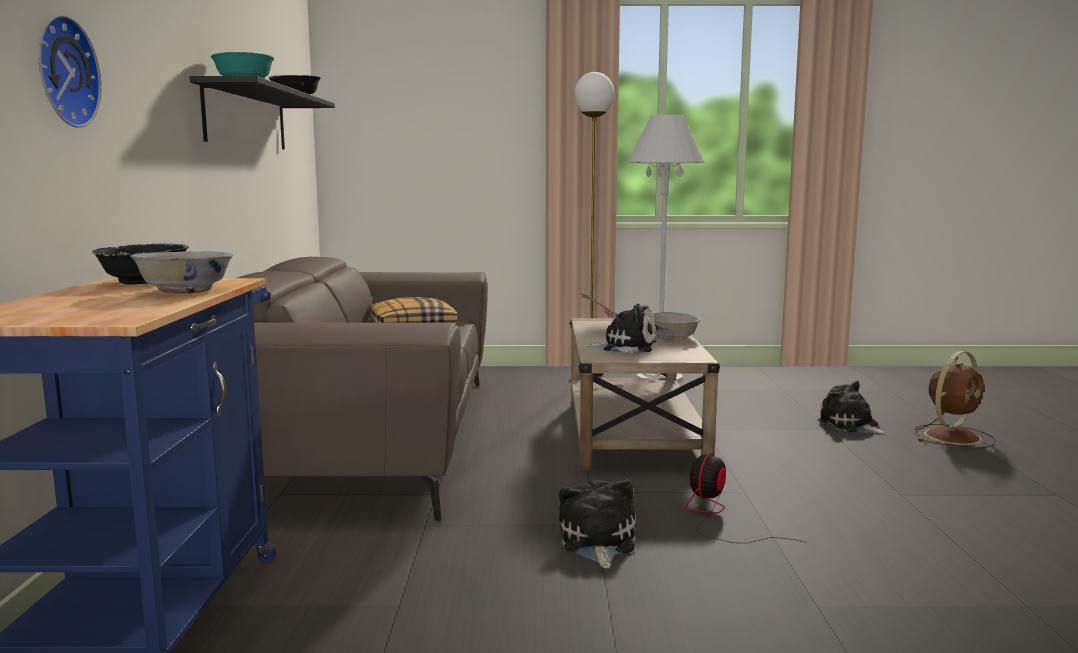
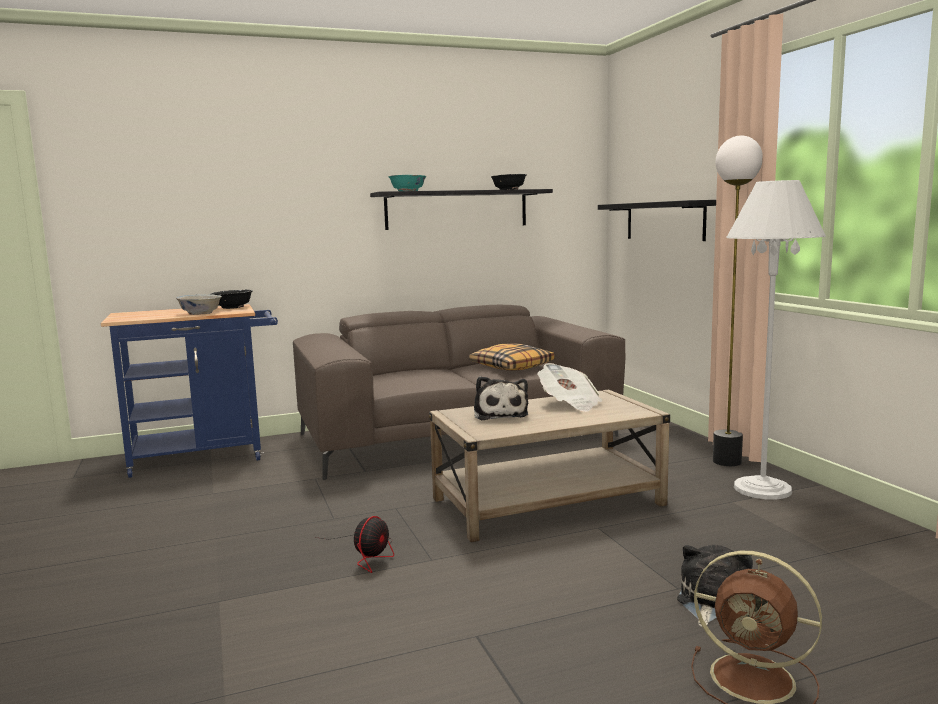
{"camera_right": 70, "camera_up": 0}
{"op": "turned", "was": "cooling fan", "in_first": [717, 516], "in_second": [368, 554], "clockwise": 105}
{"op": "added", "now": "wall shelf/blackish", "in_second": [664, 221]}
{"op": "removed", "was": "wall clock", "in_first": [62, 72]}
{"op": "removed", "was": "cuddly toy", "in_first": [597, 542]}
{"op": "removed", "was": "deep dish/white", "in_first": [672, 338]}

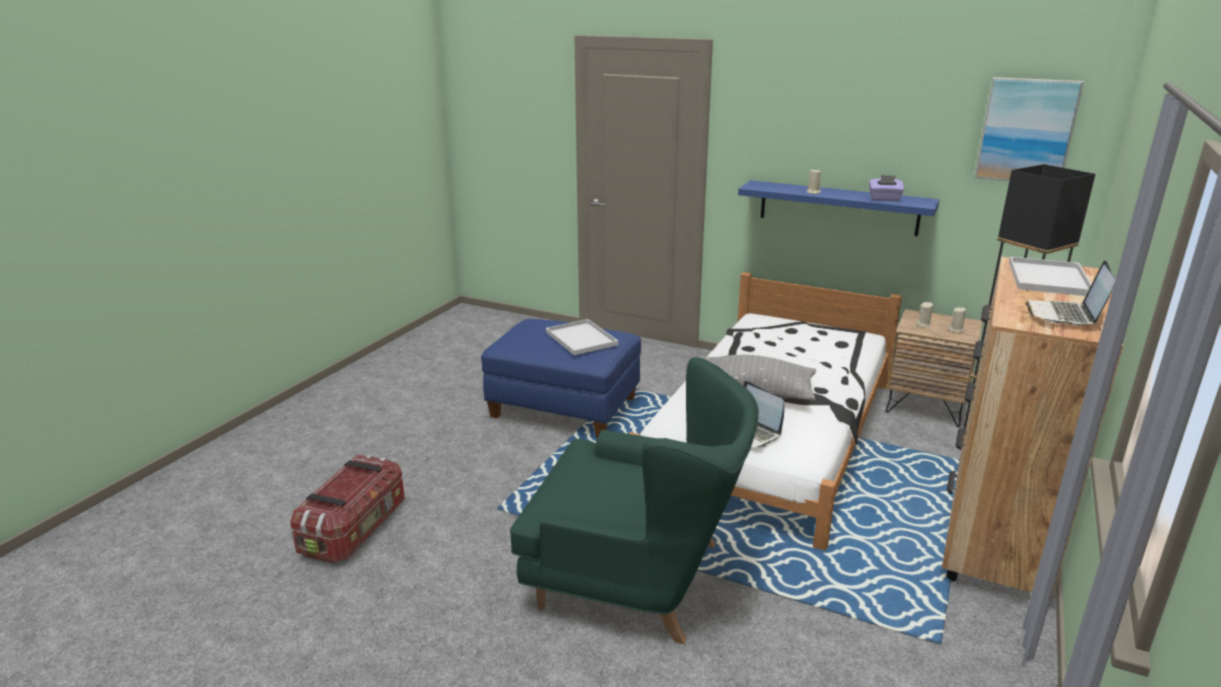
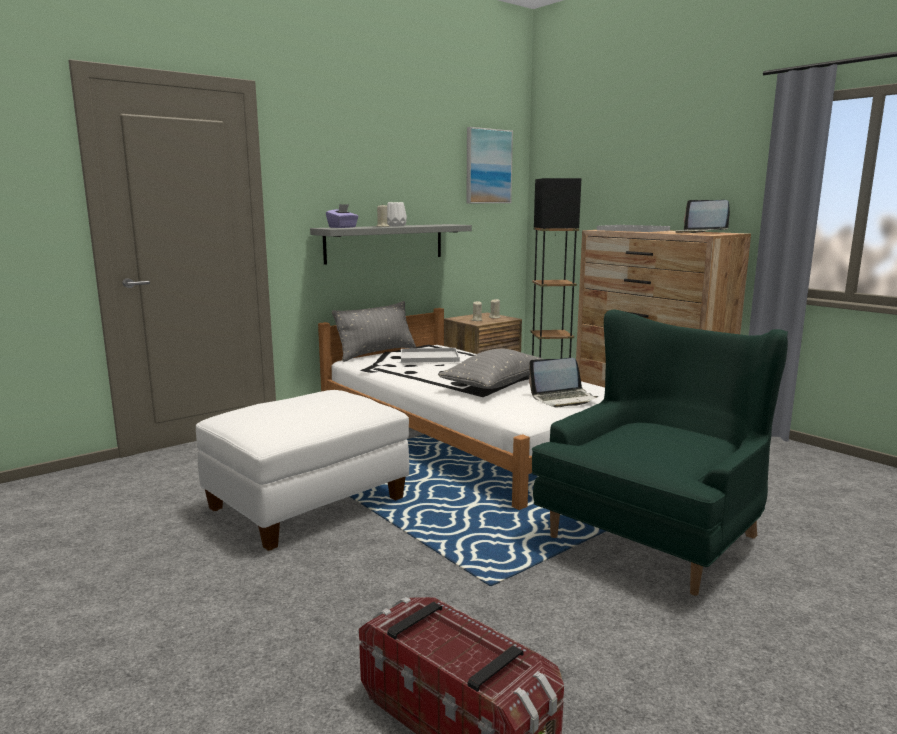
{"camera_right": -65, "camera_up": -10}
{"op": "recoloured", "was": "ottoman/blue", "now": "ottoman/white", "in_first": [564, 408], "in_second": [307, 504]}
{"op": "recoloured", "was": "wall shelf/blue", "now": "wall shelf/grey", "in_first": [838, 207], "in_second": [385, 243]}
{"op": "moved", "was": "tissue box/purple", "in_first": [884, 199], "in_second": [343, 227]}
{"op": "added", "now": "cushion/grey", "in_second": [376, 353]}
{"op": "added", "now": "flower vase/white", "in_second": [396, 226]}
{"op": "moved", "was": "carrying tray/white", "in_first": [582, 339], "in_second": [430, 357]}

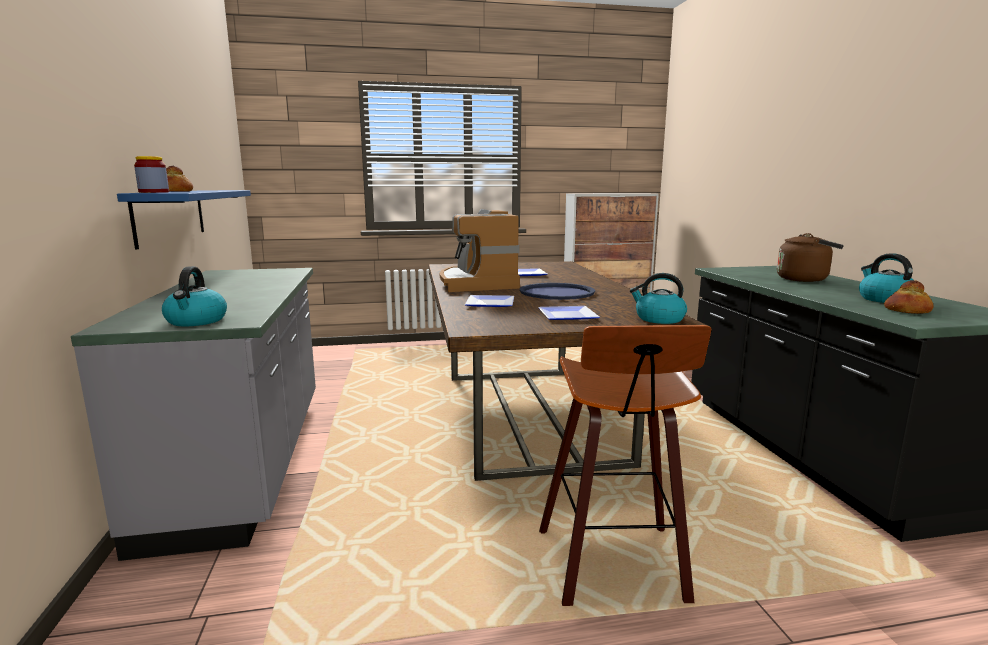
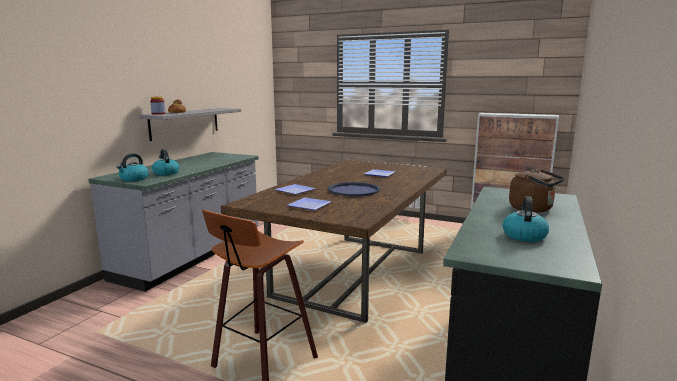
{"camera_right": 35, "camera_up": 0}
{"op": "recoloured", "was": "wall shelf/blue", "now": "wall shelf/grey", "in_first": [170, 215], "in_second": [185, 123]}
{"op": "moved", "was": "water kettle", "in_first": [659, 319], "in_second": [165, 173]}
{"op": "removed", "was": "coffee maker", "in_first": [476, 283]}
{"op": "removed", "was": "bakery bread", "in_first": [908, 311]}

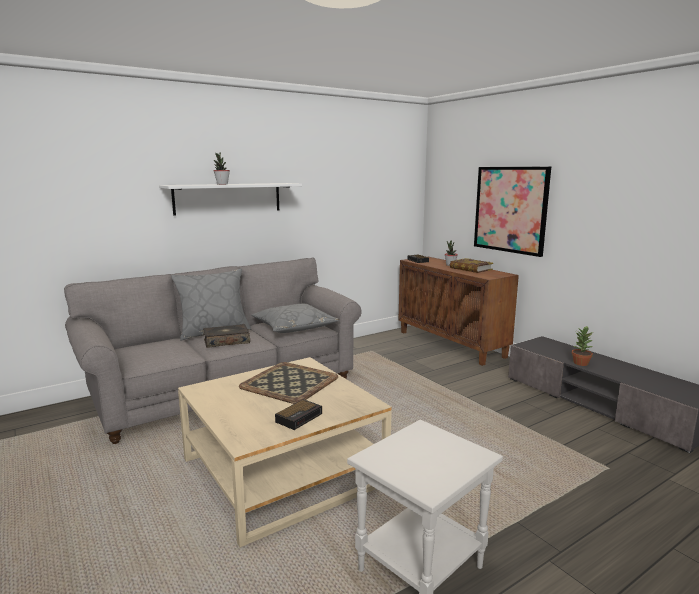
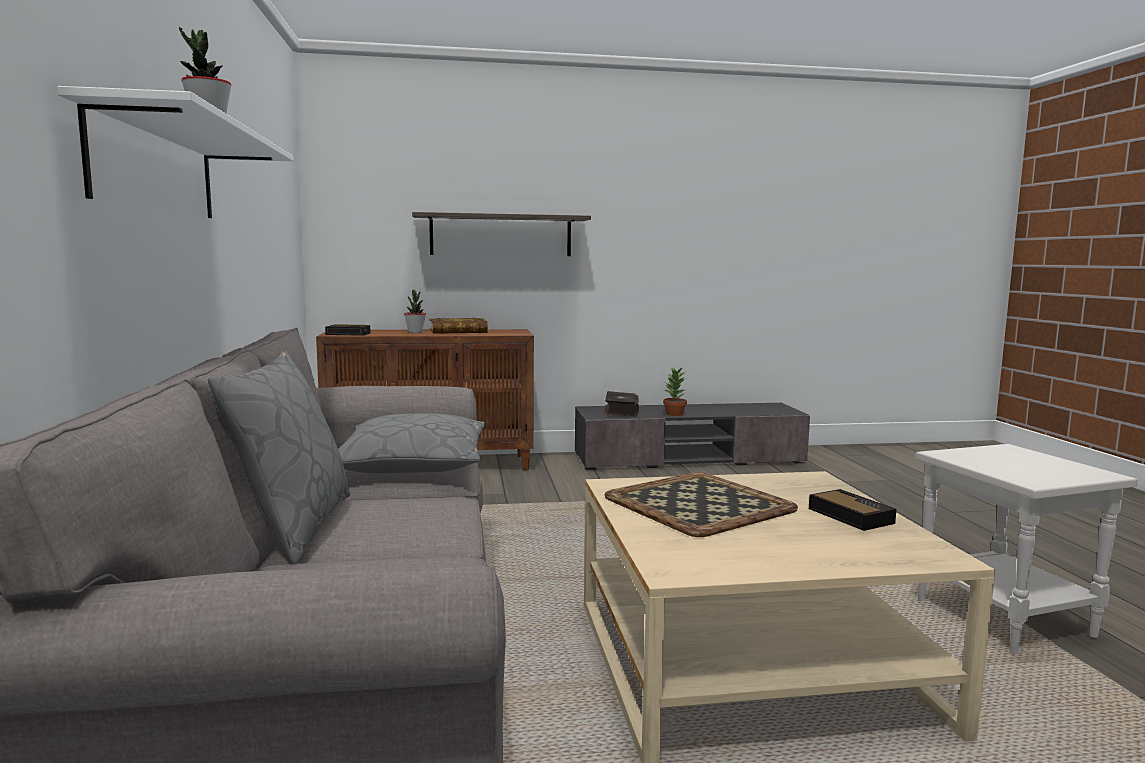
{"camera_right": -65, "camera_up": -5}
{"op": "replaced", "was": "wall art", "now": "wall shelf", "in_first": [510, 209], "in_second": [501, 235]}
{"op": "moved", "was": "book", "in_first": [226, 341], "in_second": [620, 411]}

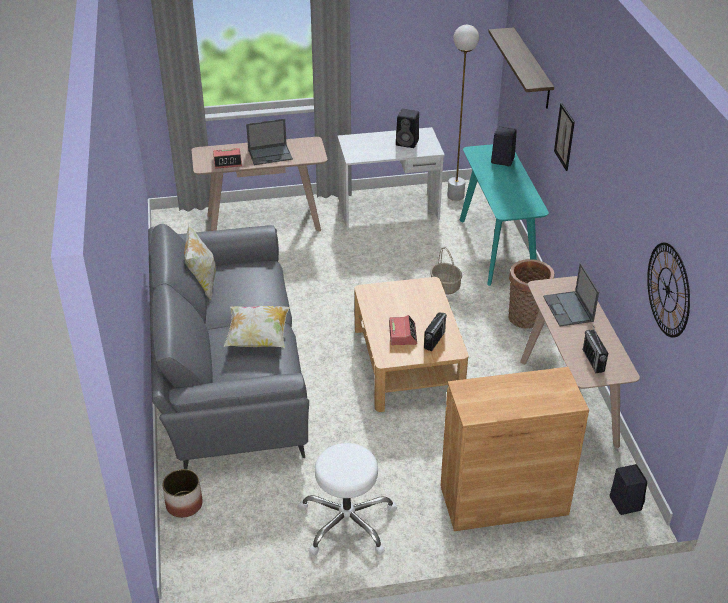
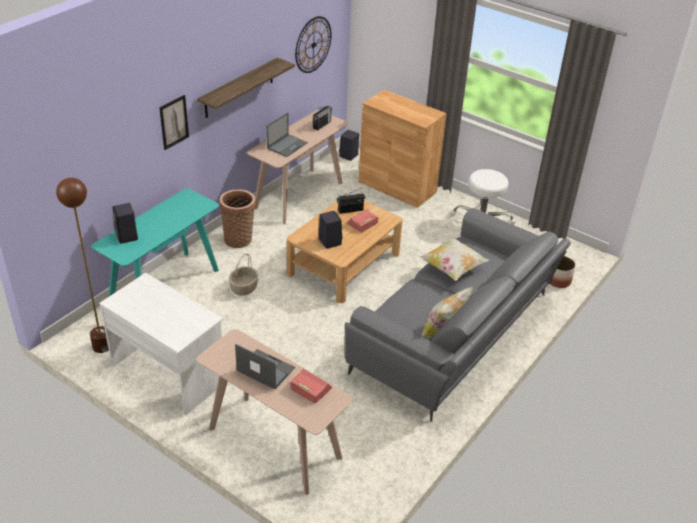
{"camera_right": -135, "camera_up": 0}
{"op": "recoloured", "was": "floor lamp/white", "now": "floor lamp/brownish", "in_first": [455, 196], "in_second": [102, 346]}
{"op": "moved", "was": "wall shelf", "in_first": [531, 68], "in_second": [239, 88]}
{"op": "moved", "was": "loudspeaker/blackish", "in_first": [408, 142], "in_second": [329, 241]}

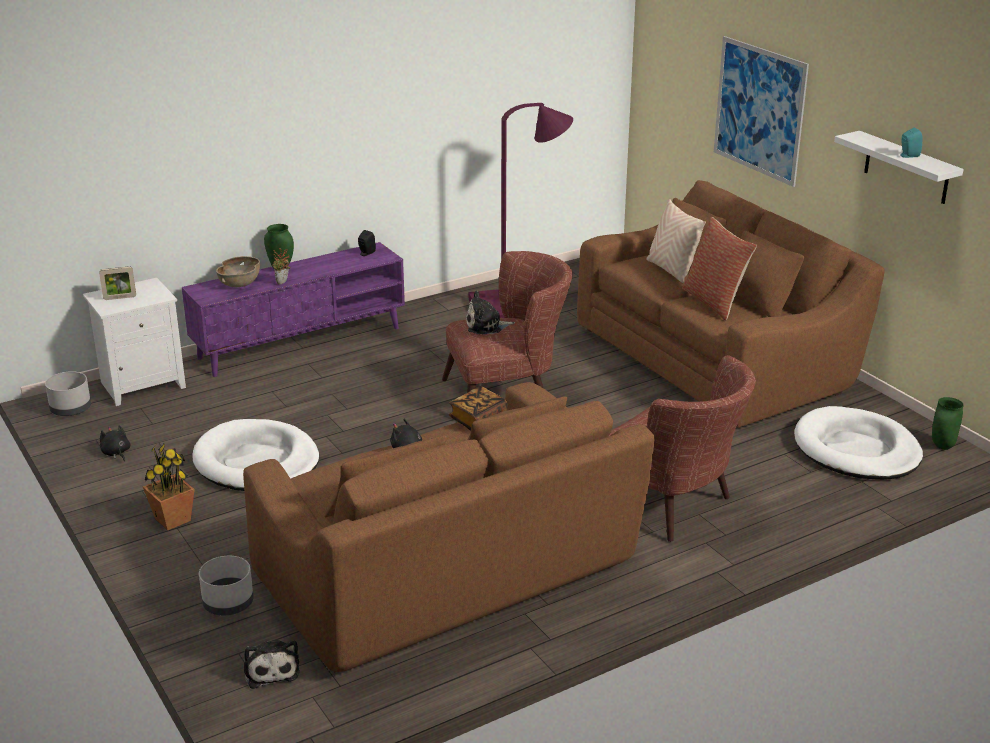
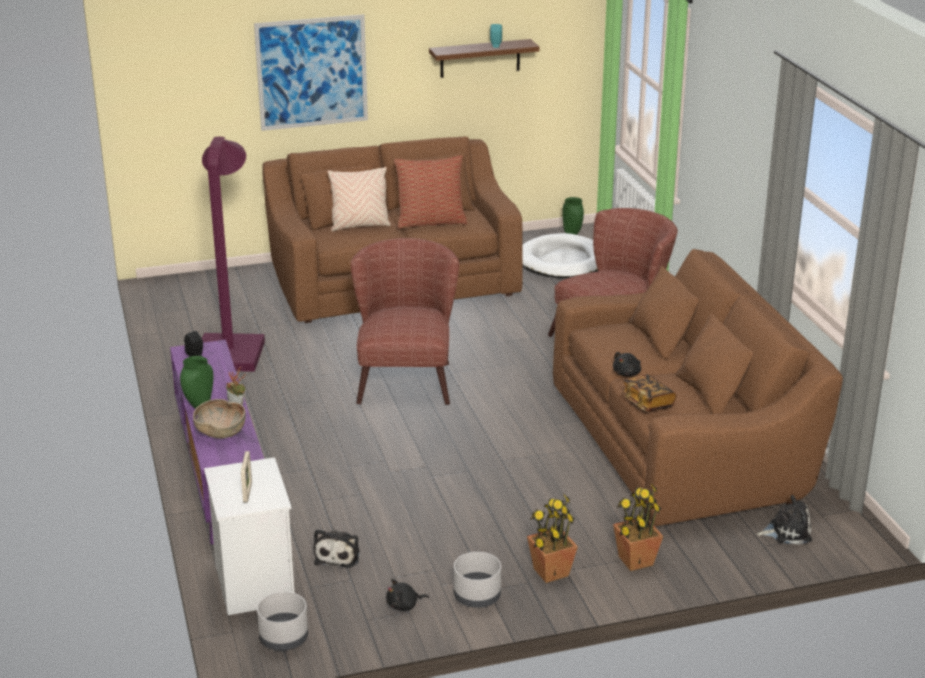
{"camera_right": -75, "camera_up": 0}
{"op": "moved", "was": "cuddly toy", "in_first": [486, 326], "in_second": [338, 555]}
{"op": "recoloured", "was": "wall shelf/white", "now": "wall shelf/brownish", "in_first": [906, 168], "in_second": [480, 58]}
{"op": "moved", "was": "plant pot/grey", "in_first": [228, 603], "in_second": [476, 596]}
{"op": "added", "now": "potted plant", "in_second": [635, 561]}
{"op": "moved", "was": "book", "in_first": [478, 420], "in_second": [647, 403]}
{"op": "removed", "was": "dog bed/white", "in_first": [256, 462]}

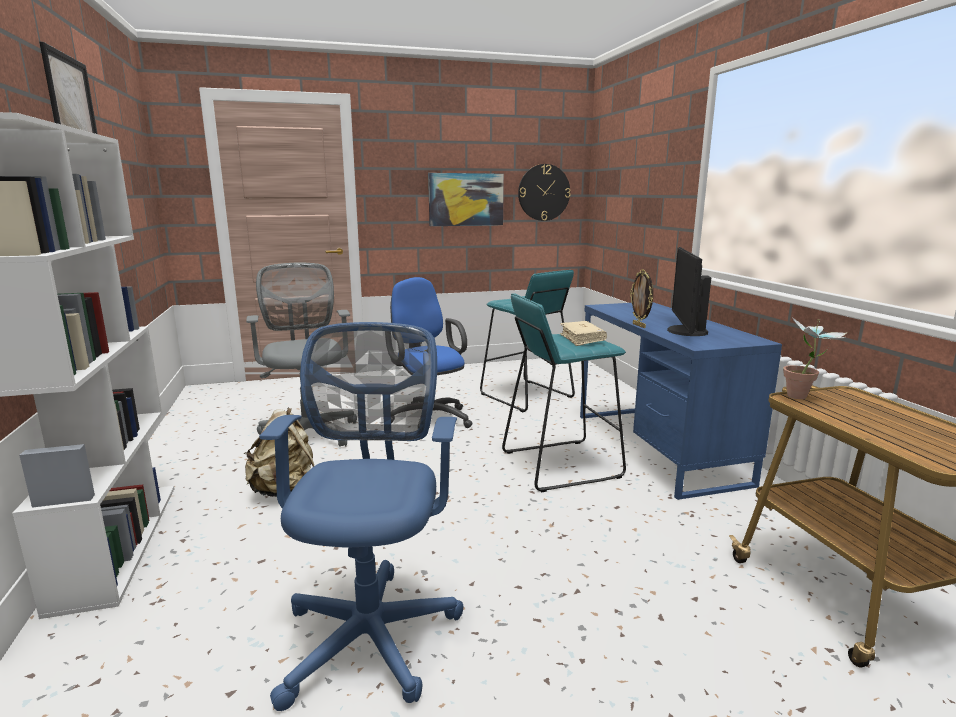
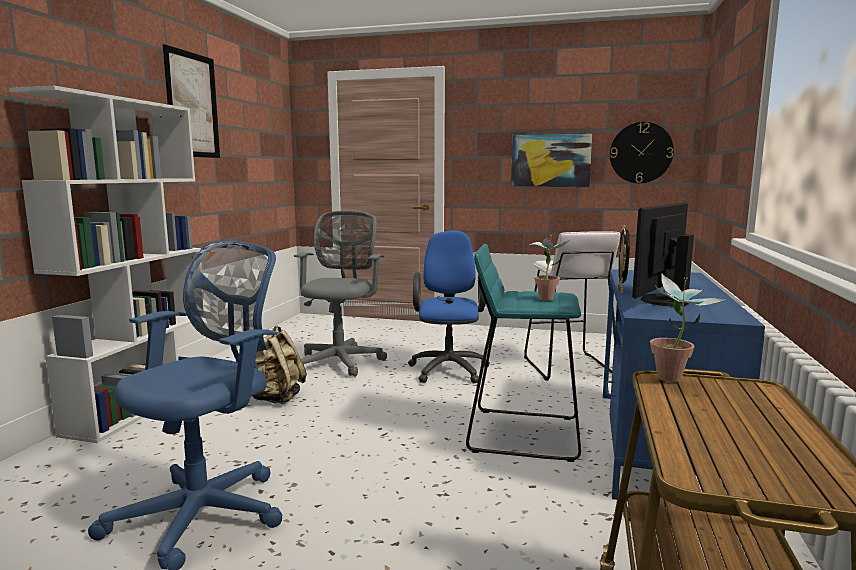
{"camera_right": 30, "camera_up": -5}
{"op": "recoloured", "was": "stool seat/turquoise-coloured", "now": "stool seat/white", "in_first": [526, 396], "in_second": [567, 367]}
{"op": "replaced", "was": "book/beige", "now": "potted plant", "in_first": [582, 339], "in_second": [547, 298]}

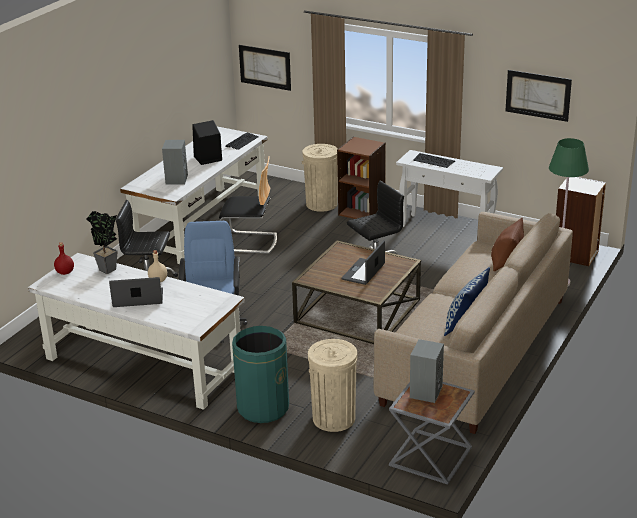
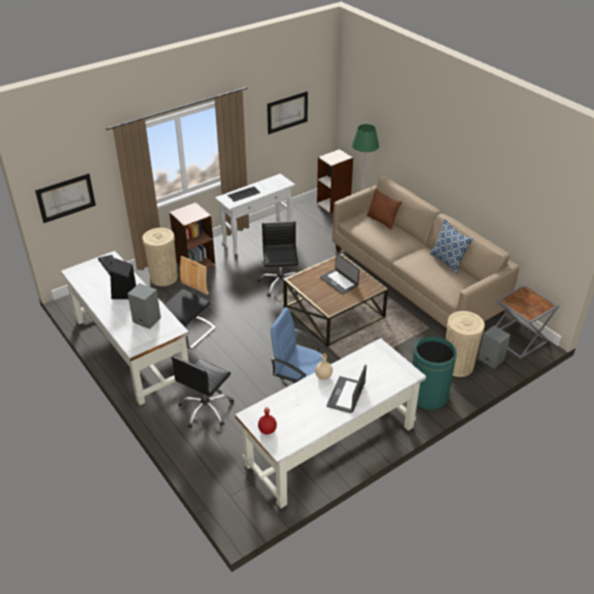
{"camera_right": -65, "camera_up": 10}
{"op": "moved", "was": "loudspeaker/grey", "in_first": [425, 391], "in_second": [490, 359]}
{"op": "removed", "was": "potted plant", "in_first": [108, 271]}

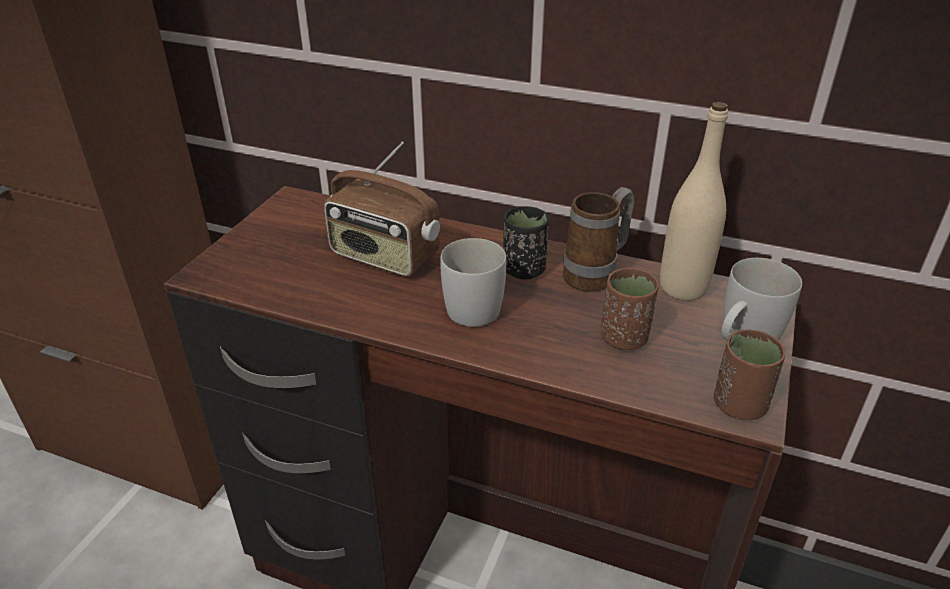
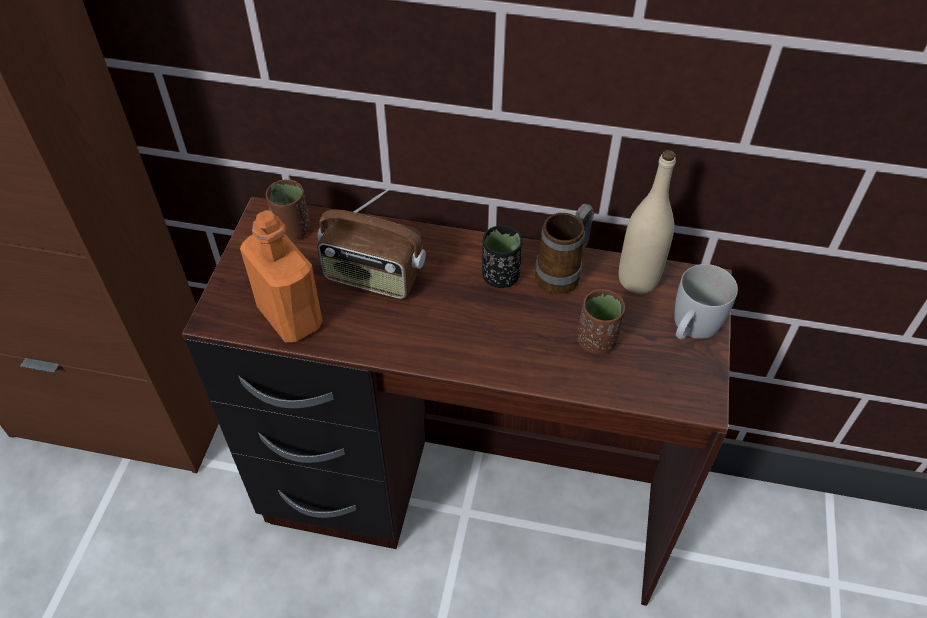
{"camera_right": -10, "camera_up": 15}
{"op": "added", "now": "beverage bottle/orange-coloured", "in_second": [290, 317]}
{"op": "moved", "was": "drinking cup/brownish", "in_first": [739, 405], "in_second": [292, 230]}
{"op": "removed", "was": "tea mug/white", "in_first": [474, 303]}

